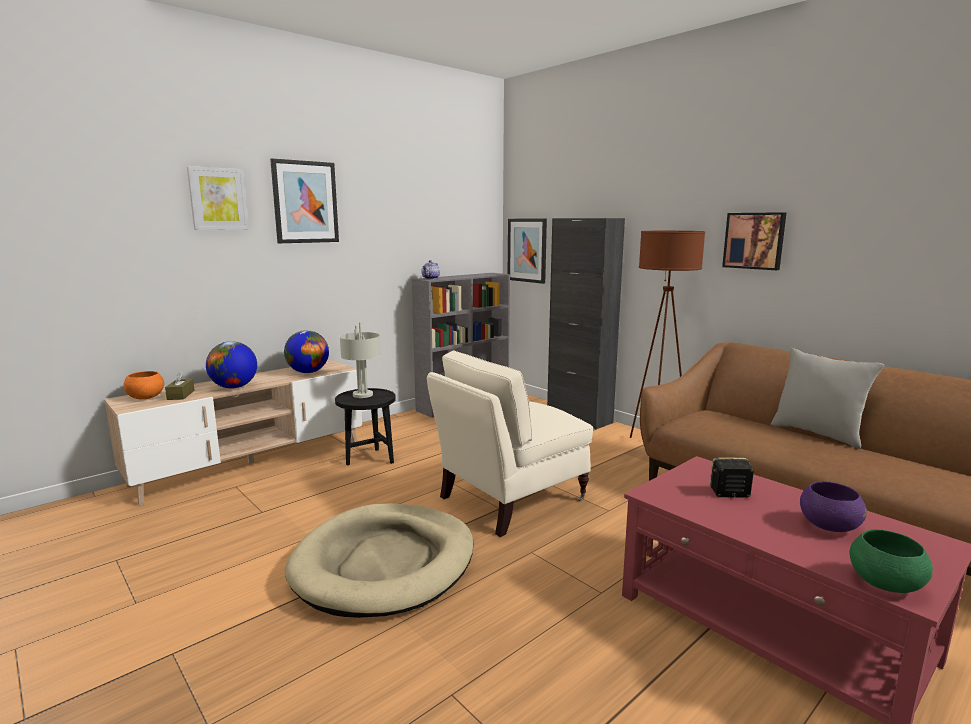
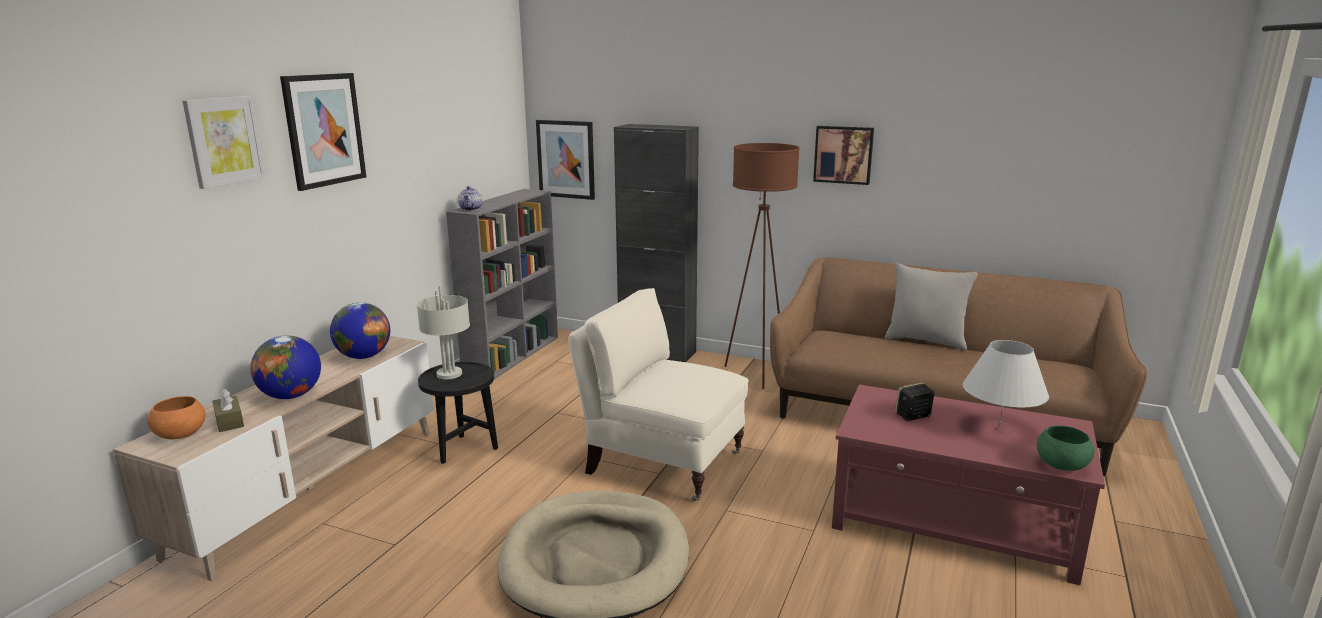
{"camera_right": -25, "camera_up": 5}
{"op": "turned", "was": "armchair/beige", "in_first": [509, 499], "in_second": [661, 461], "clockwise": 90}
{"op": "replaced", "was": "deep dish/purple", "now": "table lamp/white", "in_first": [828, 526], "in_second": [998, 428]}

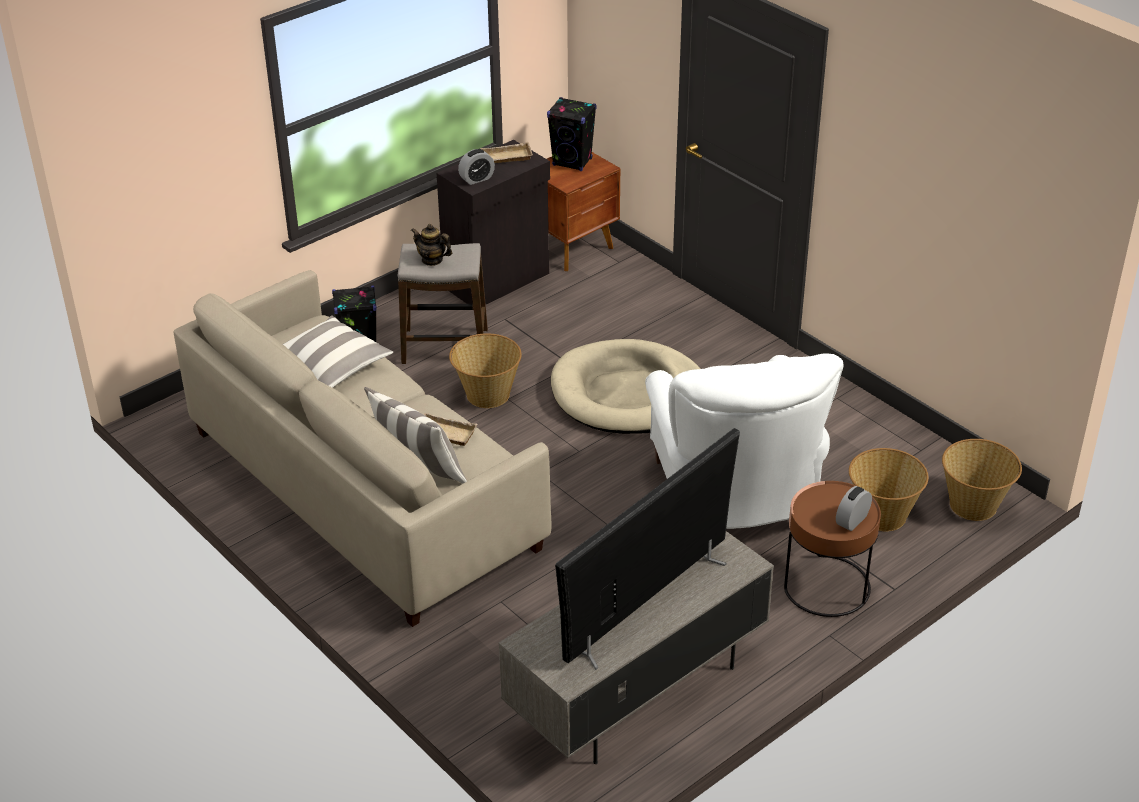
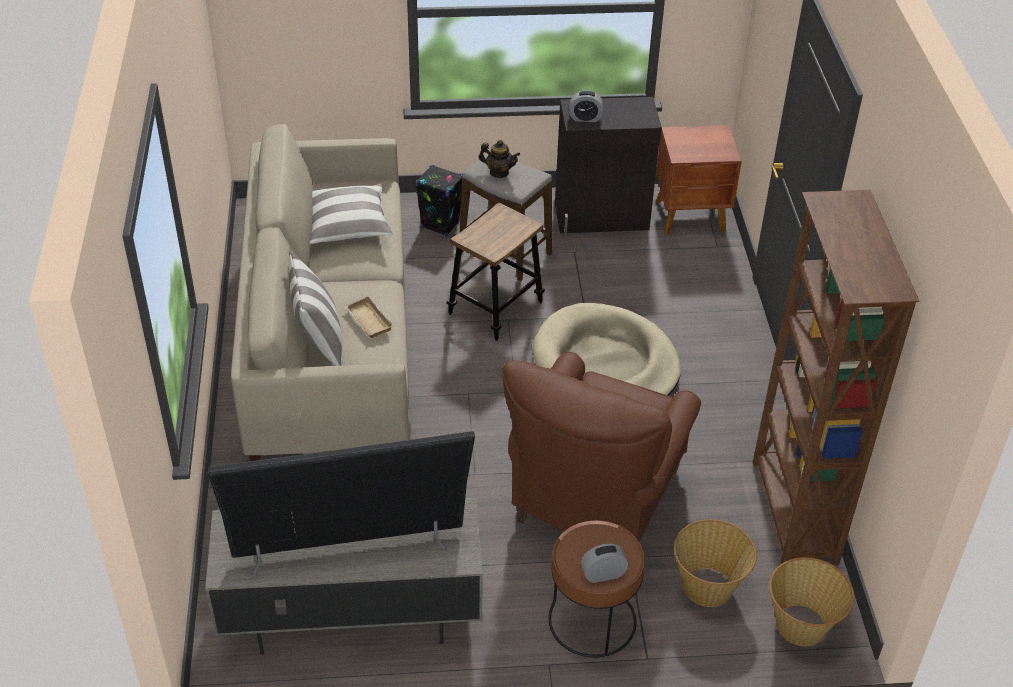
{"camera_right": 35, "camera_up": 5}
{"op": "replaced", "was": "basket", "now": "stool seat", "in_first": [487, 395], "in_second": [495, 308]}
{"op": "turned", "was": "teapot", "in_first": [432, 260], "in_second": [499, 172], "clockwise": 135}
{"op": "recoloured", "was": "armchair/white", "now": "armchair/brownish", "in_first": [732, 500], "in_second": [594, 500]}
{"op": "added", "now": "bookcase/brownish", "in_second": [793, 512]}
{"op": "removed", "was": "carrying tray/beige", "in_first": [506, 158]}
{"op": "removed", "was": "loudspeaker/blackish", "in_first": [572, 162]}

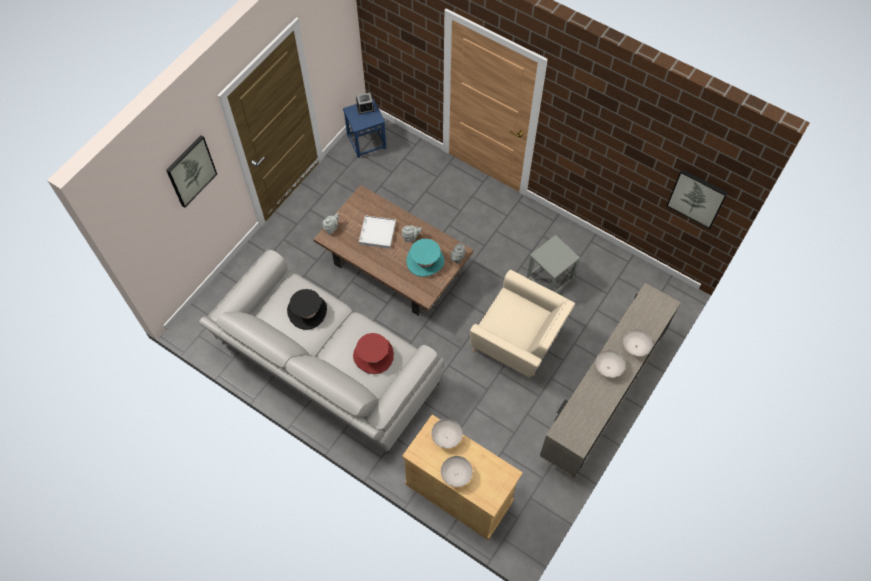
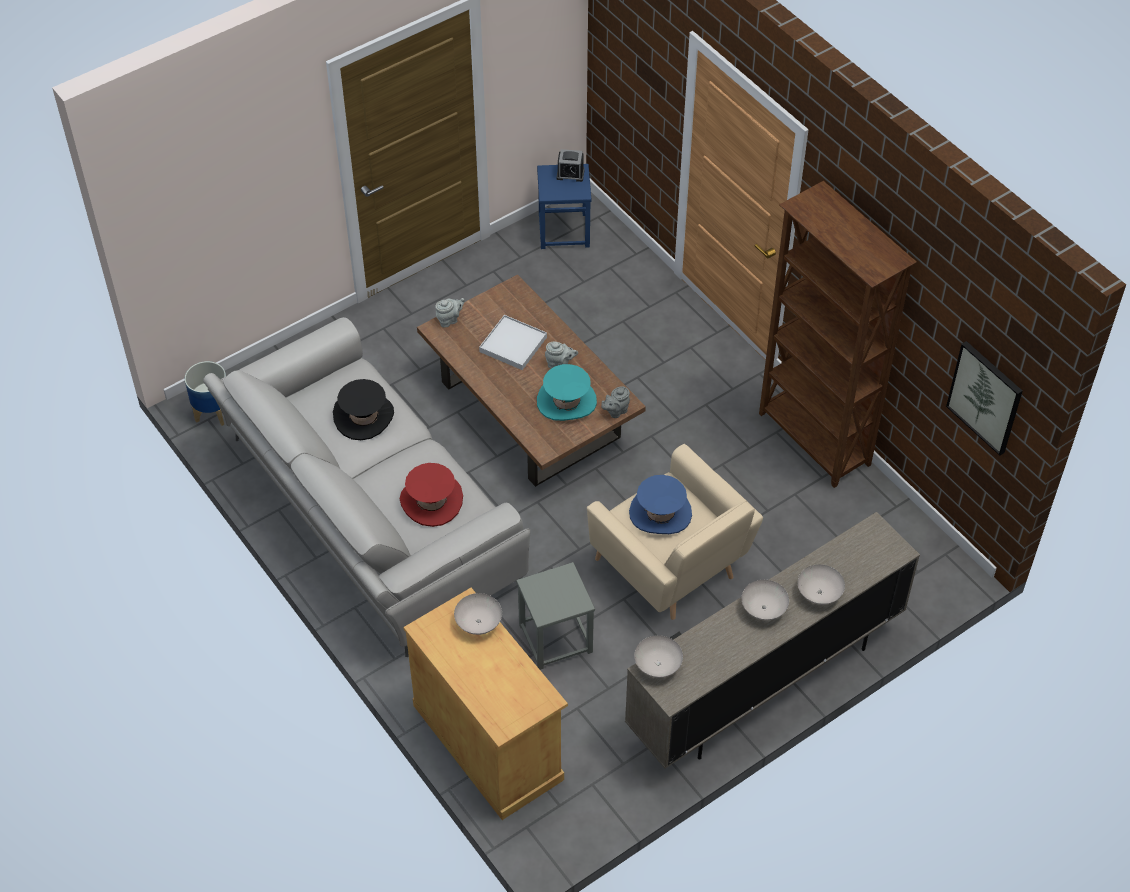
{"camera_right": 20, "camera_up": -10}
{"op": "added", "now": "plant pot", "in_second": [212, 412]}
{"op": "moved", "was": "stool seat/grey", "in_first": [549, 279], "in_second": [555, 639]}
{"op": "added", "now": "clothing hat/blue", "in_second": [660, 513]}
{"op": "moved", "was": "deep dish/white", "in_first": [456, 474], "in_second": [657, 664]}
{"op": "added", "now": "bookcase/brownish", "in_second": [814, 440]}
{"op": "removed", "was": "wall art", "in_first": [191, 171]}

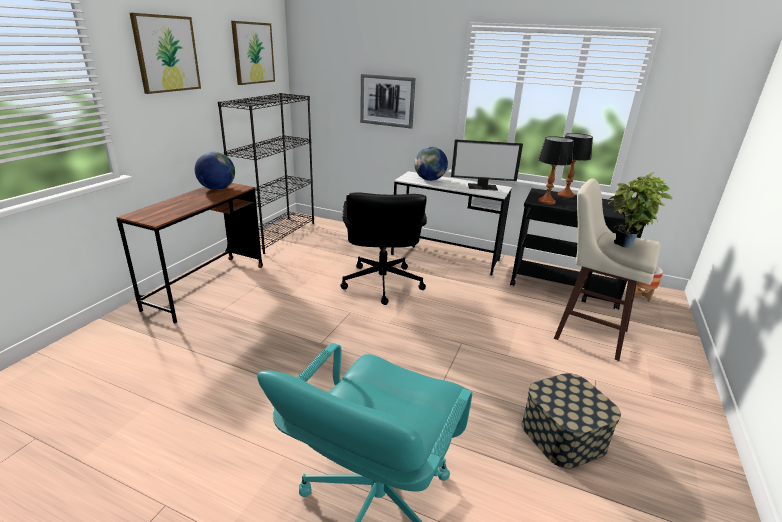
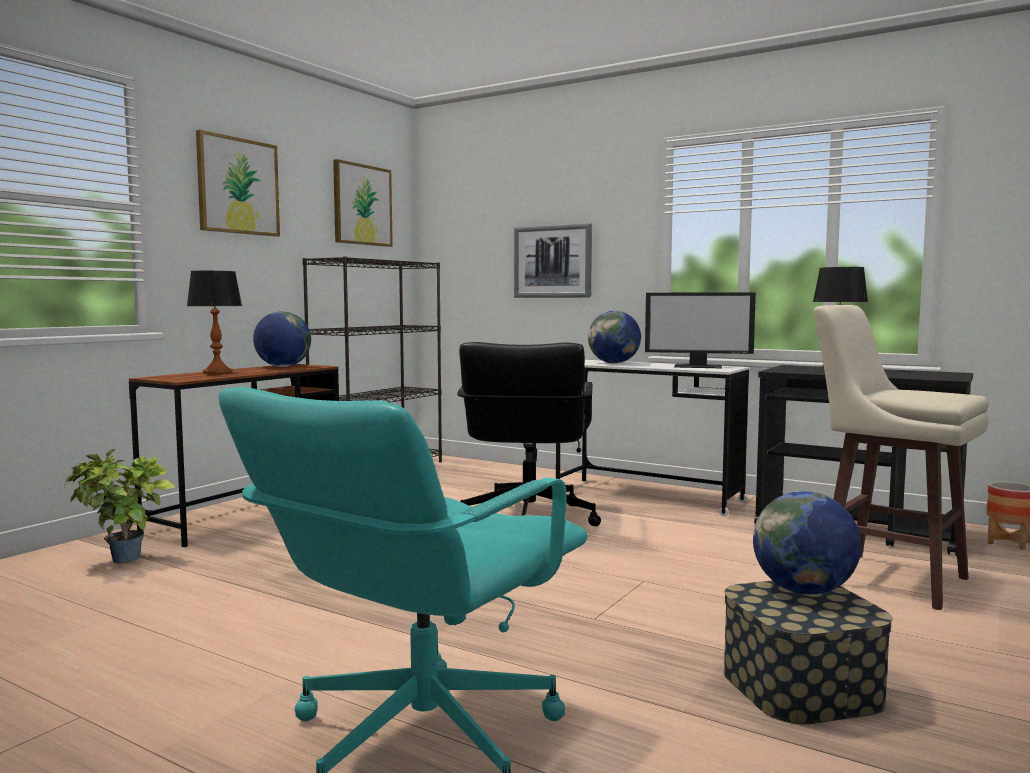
{"camera_right": 10, "camera_up": -20}
{"op": "moved", "was": "potted plant", "in_first": [625, 246], "in_second": [121, 562]}
{"op": "moved", "was": "table lamp", "in_first": [546, 201], "in_second": [217, 373]}
{"op": "added", "now": "world globe", "in_second": [803, 591]}

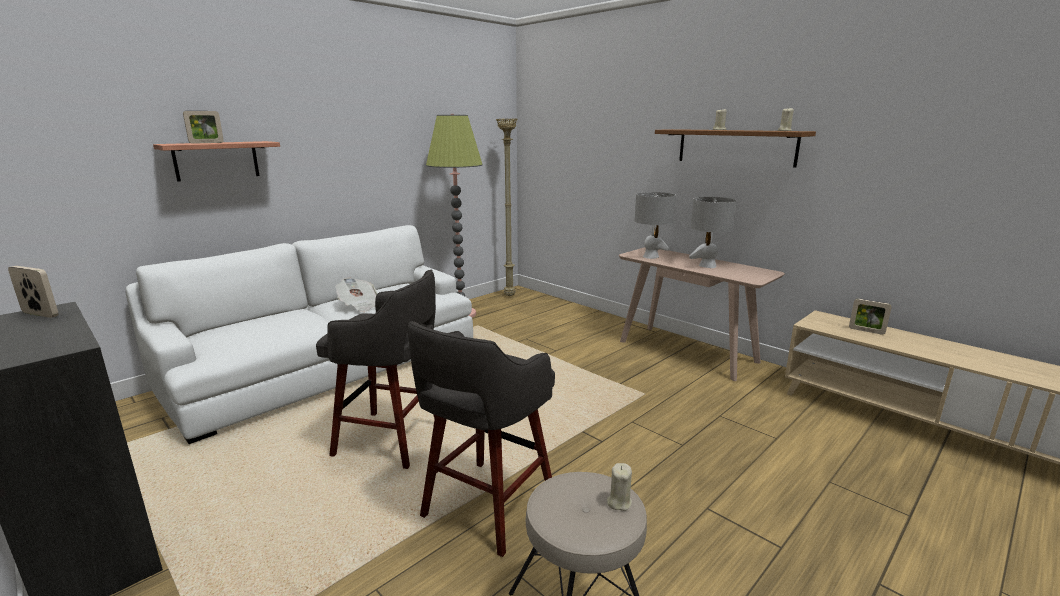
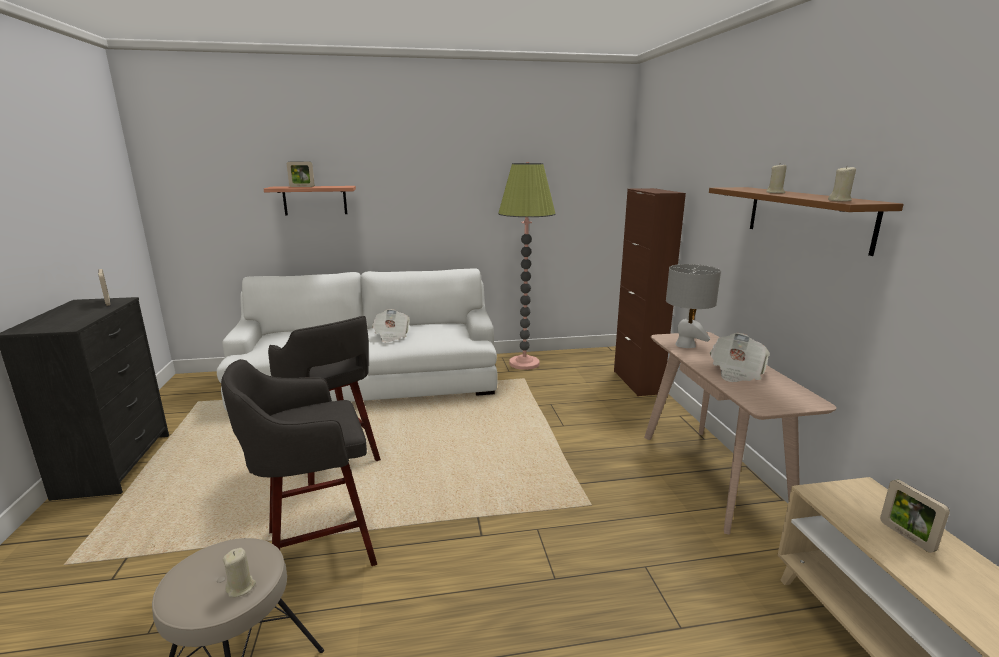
{"camera_right": 35, "camera_up": 0}
{"op": "added", "now": "cabinet/brownish", "in_second": [637, 382]}
{"op": "replaced", "was": "table lamp/grey", "now": "newspaper", "in_first": [707, 266], "in_second": [736, 372]}
{"op": "removed", "was": "floor lamp/beige", "in_first": [509, 296]}

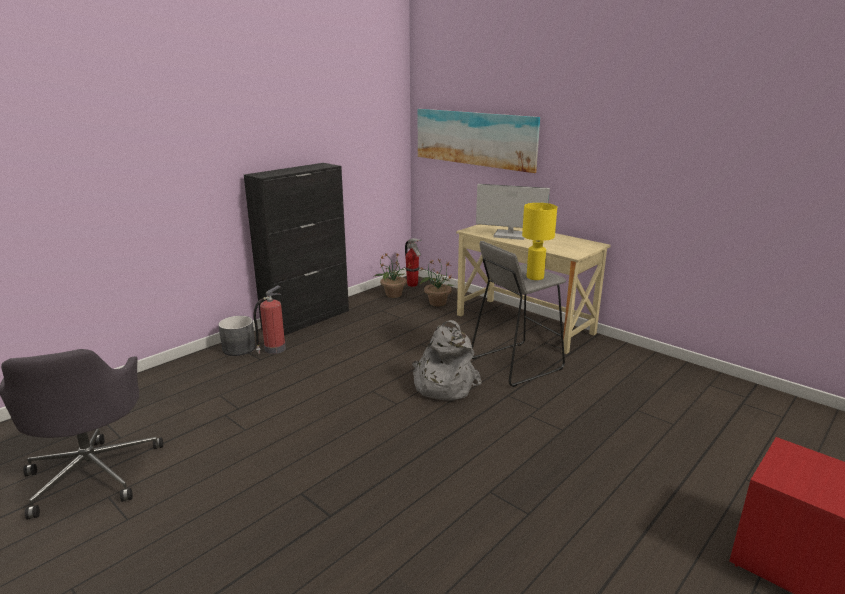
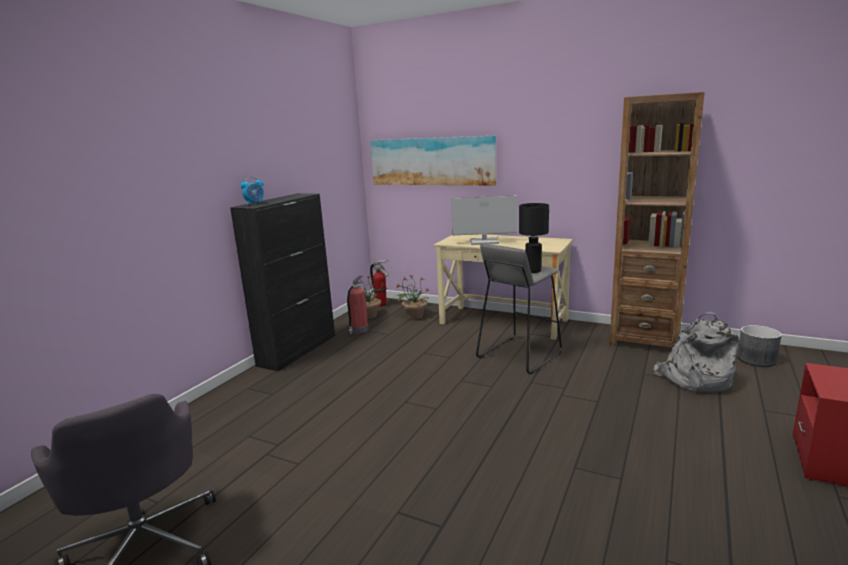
{"camera_right": -15, "camera_up": -5}
{"op": "added", "now": "alarm clock", "in_second": [255, 203]}
{"op": "moved", "was": "extinguisher", "in_first": [274, 349], "in_second": [359, 330]}
{"op": "recoloured", "was": "table lamp/yellow-coloured", "now": "table lamp/blackish", "in_first": [534, 277], "in_second": [532, 271]}
{"op": "added", "now": "bookcase/brownish", "in_second": [645, 340]}
{"op": "moved", "was": "rucksack/grey", "in_first": [442, 385], "in_second": [694, 379]}
{"op": "moved", "was": "plant pot/grey", "in_first": [239, 348], "in_second": [756, 359]}

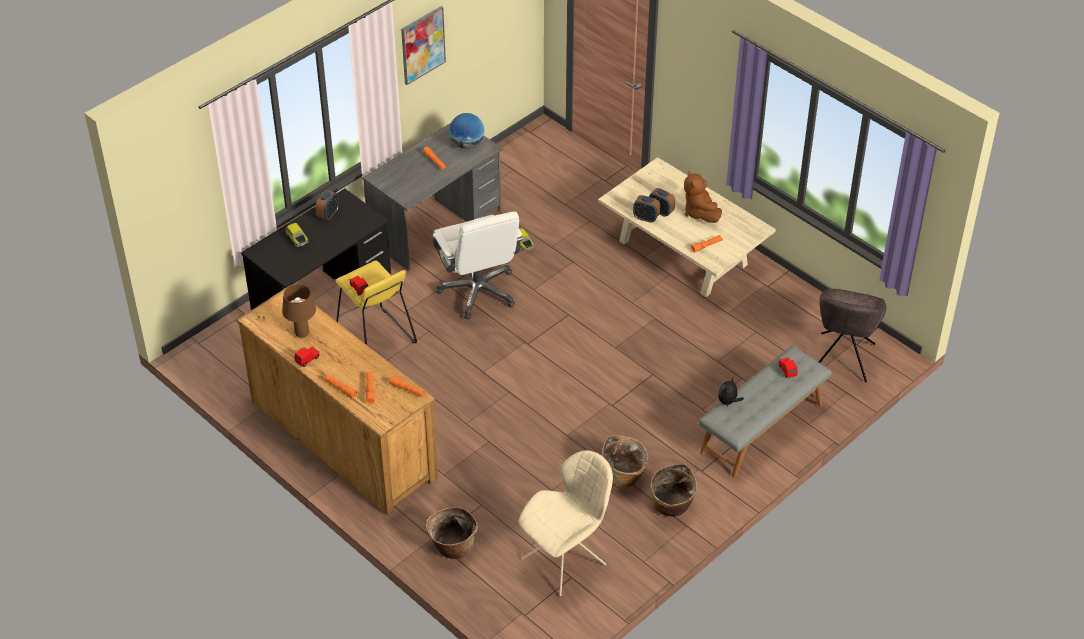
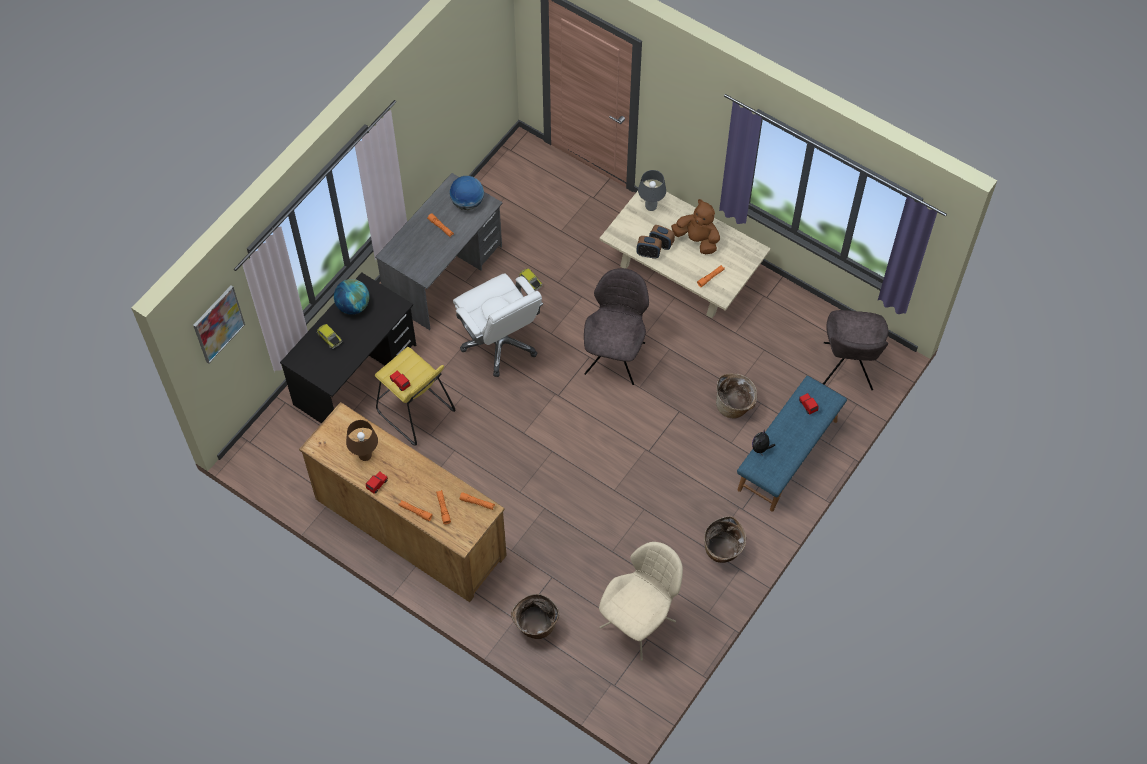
{"camera_right": -10, "camera_up": 15}
{"op": "moved", "was": "wall art", "in_first": [422, 45], "in_second": [218, 324]}
{"op": "replaced", "was": "alarm clock", "now": "world globe", "in_first": [328, 214], "in_second": [353, 306]}
{"op": "added", "now": "plain chair/grey", "in_second": [615, 356]}
{"op": "added", "now": "table lamp/grey", "in_second": [651, 207]}
{"op": "turned", "was": "cuddly toy/brownish", "in_first": [699, 212], "in_second": [697, 240], "clockwise": 150}
{"op": "moved", "was": "basket", "in_first": [624, 476], "in_second": [734, 406]}
{"op": "recoloured", "was": "long seat/grey", "now": "long seat/blue", "in_first": [762, 429], "in_second": [788, 455]}

